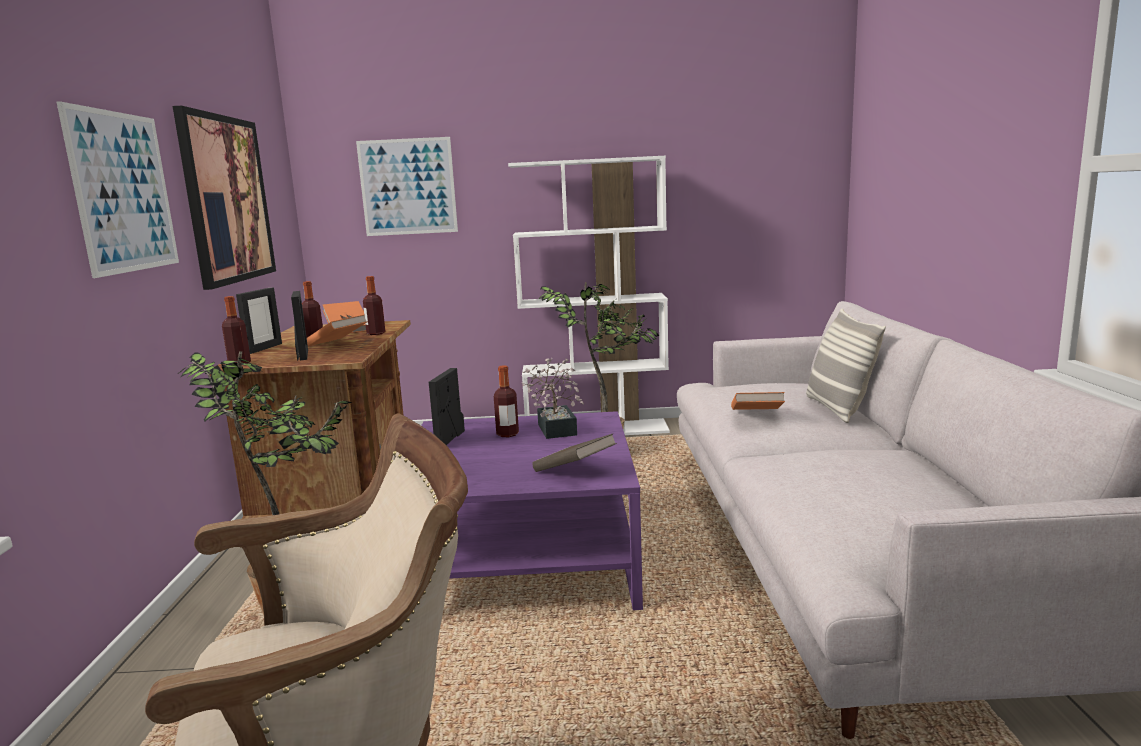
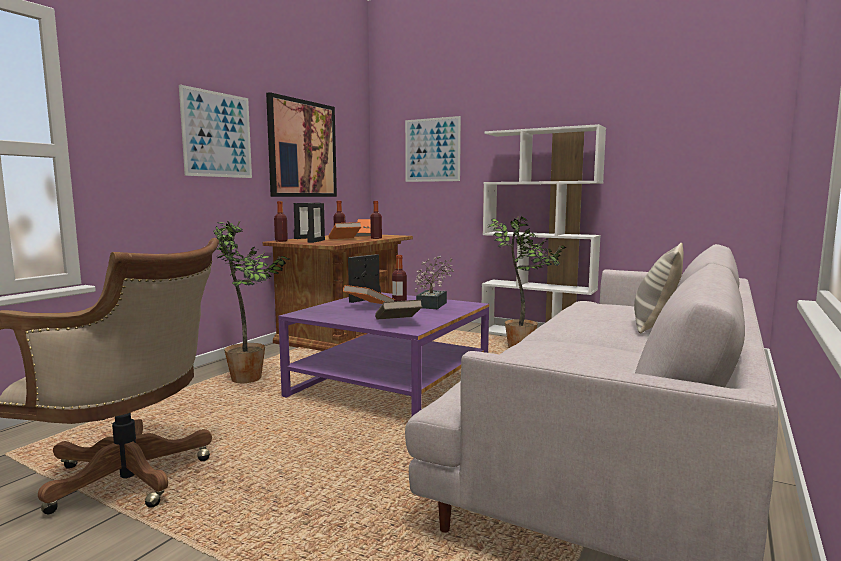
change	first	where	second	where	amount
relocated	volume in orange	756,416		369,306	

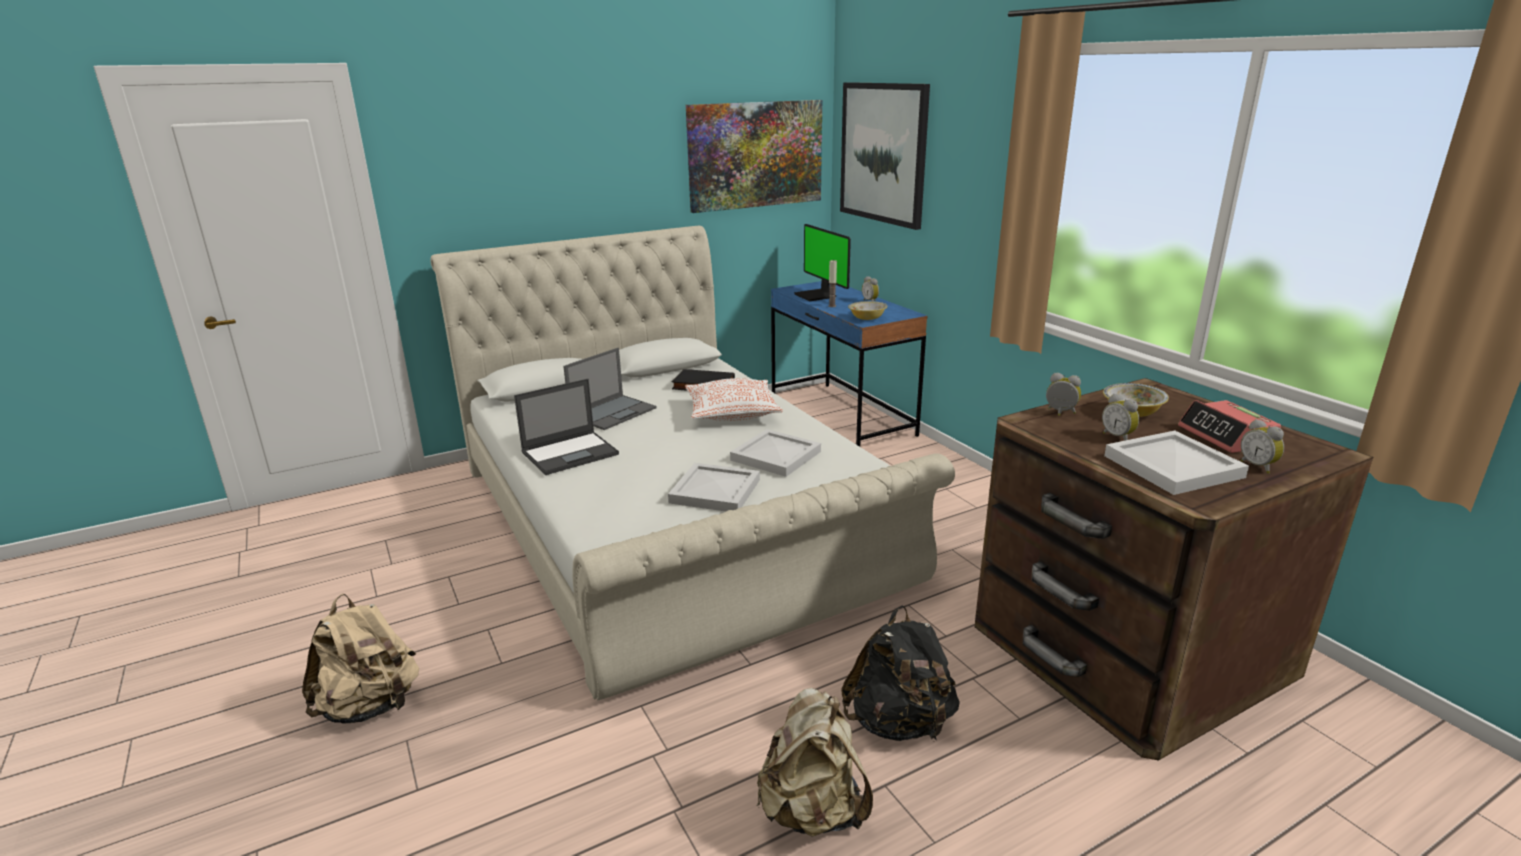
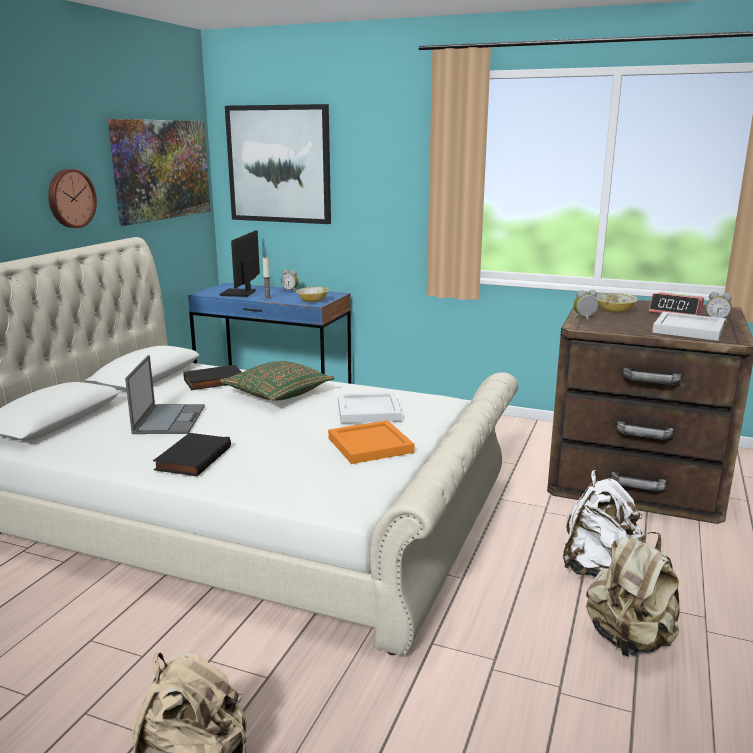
change	first	where	second	where	amount
appeared			hanging clock	70,198	
exchanged	notebook computer	571,453	volume in black	192,458	
colour	cushion in white-coloured	732,413	cushion in greenish	278,393	
spun	computer screen	817,295		239,293	75 degrees clockwise
colour	carrying tray in white-coloured	714,490	carrying tray in orange	368,445	
colour	knapsack in black	898,723	knapsack in white-coloured	596,566	
missing	table clock	1118,437			

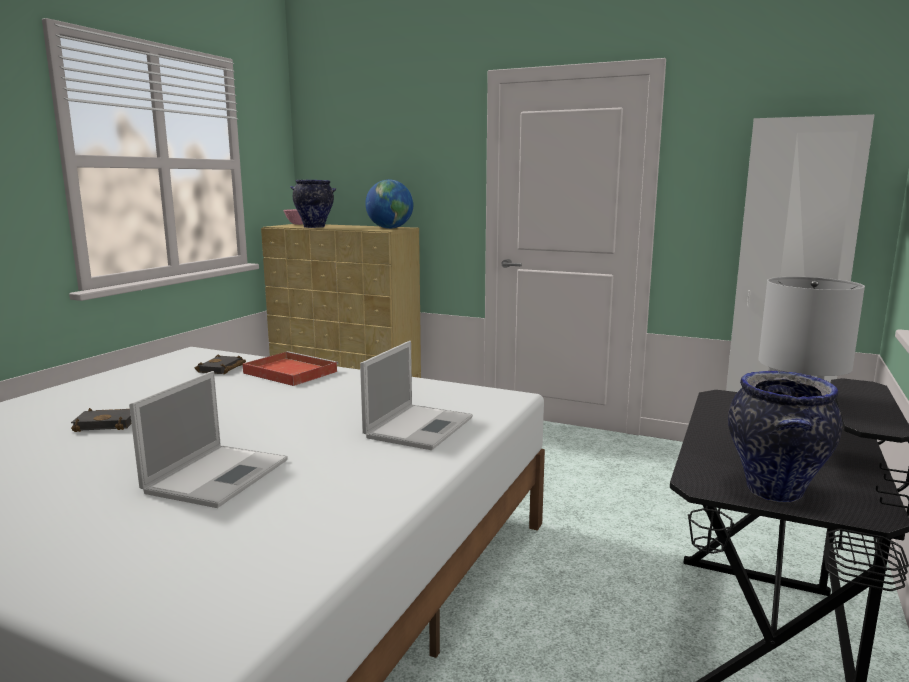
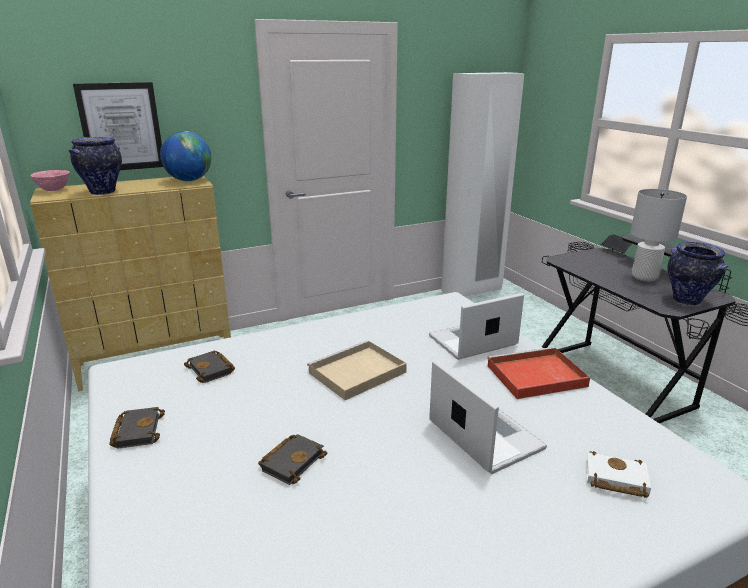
change	first	where	second	where	amount
appeared			wall art	121,127	
appeared			volume in black	137,430	
appeared			carrying tray in sand-coloured	356,373	
spun	notebook computer	420,426		471,341	90 degrees counterclockwise
relocated	carrying tray in reddish	289,372		534,376	
appeared			volume in white-coloured	614,479	

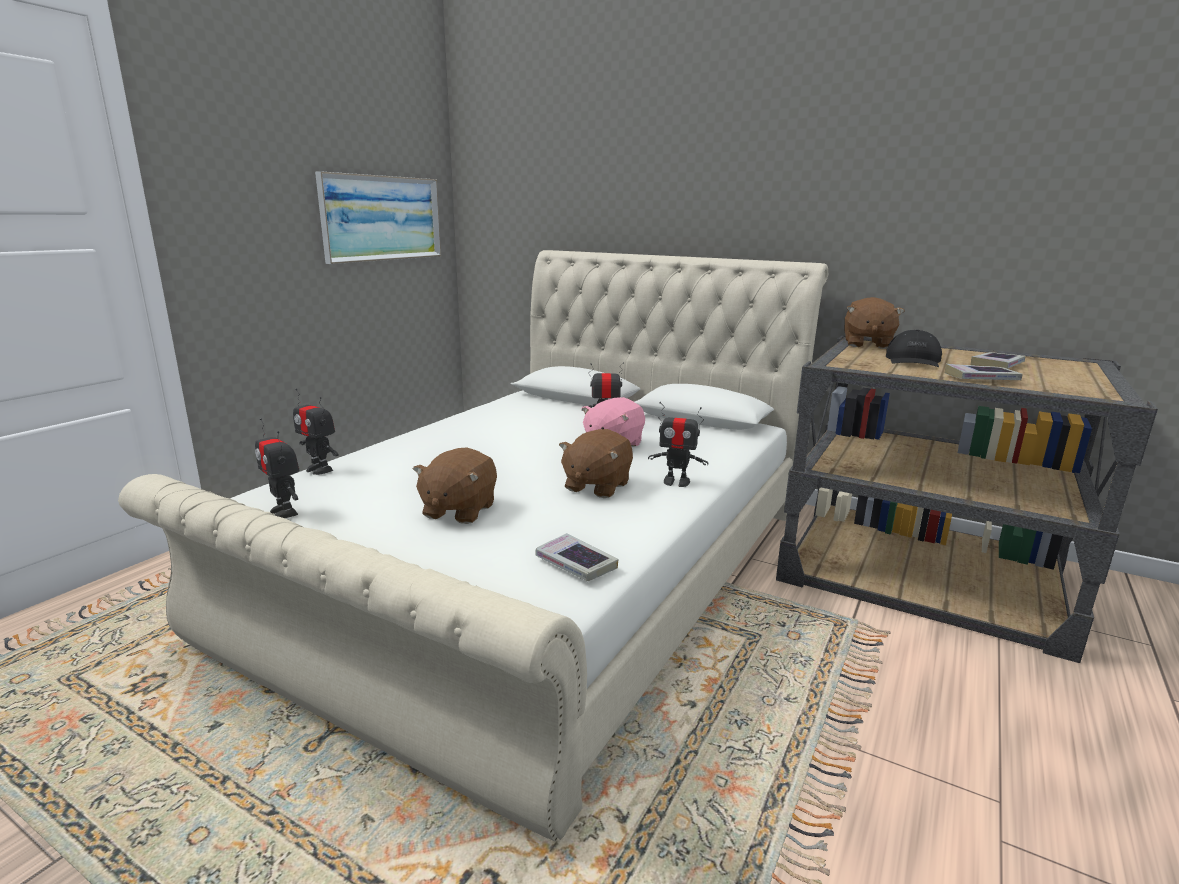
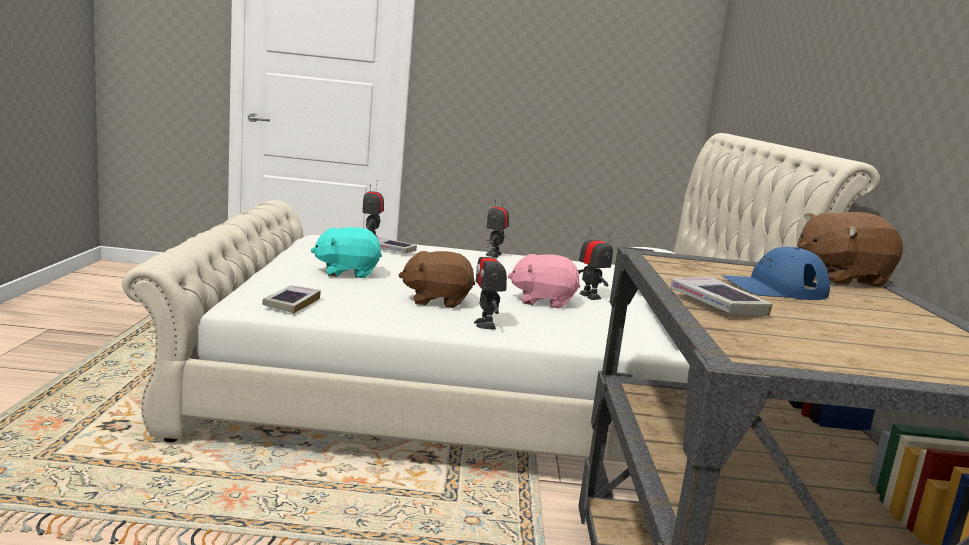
change	first	where	second	where	amount
colour	soft toy in brown	458,510	soft toy in turquoise	347,272	
relocated	volume	997,365		392,249	
relocated	toy robot	284,512		494,255	
colour	cap in black	913,360	cap in blue-coloured	774,288	
missing	wall art	382,218			

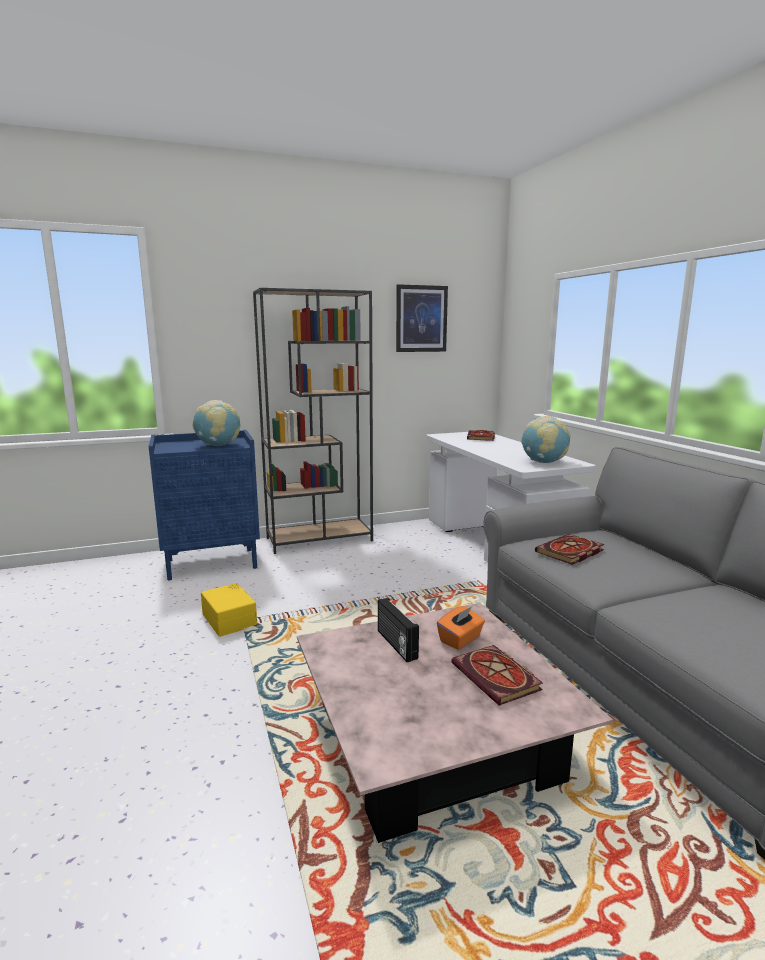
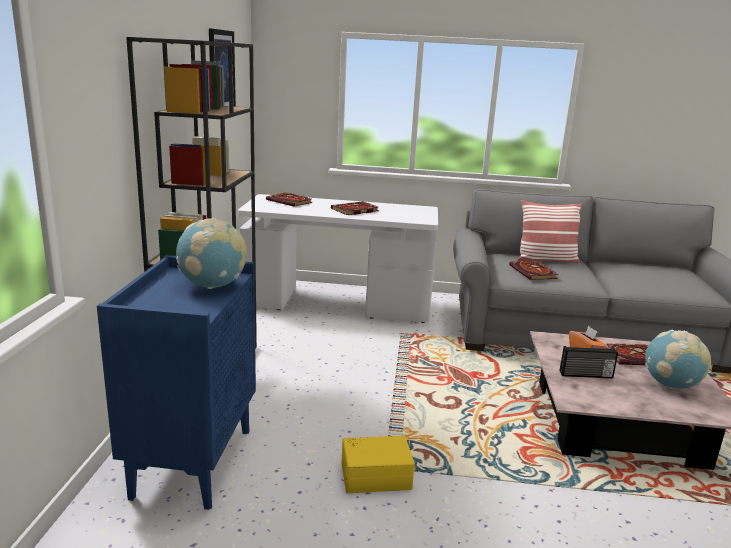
change	first	where	second	where	amount
appeared			volume	354,210	
appeared			cushion	546,259	
relocated	globe	543,462		670,385	

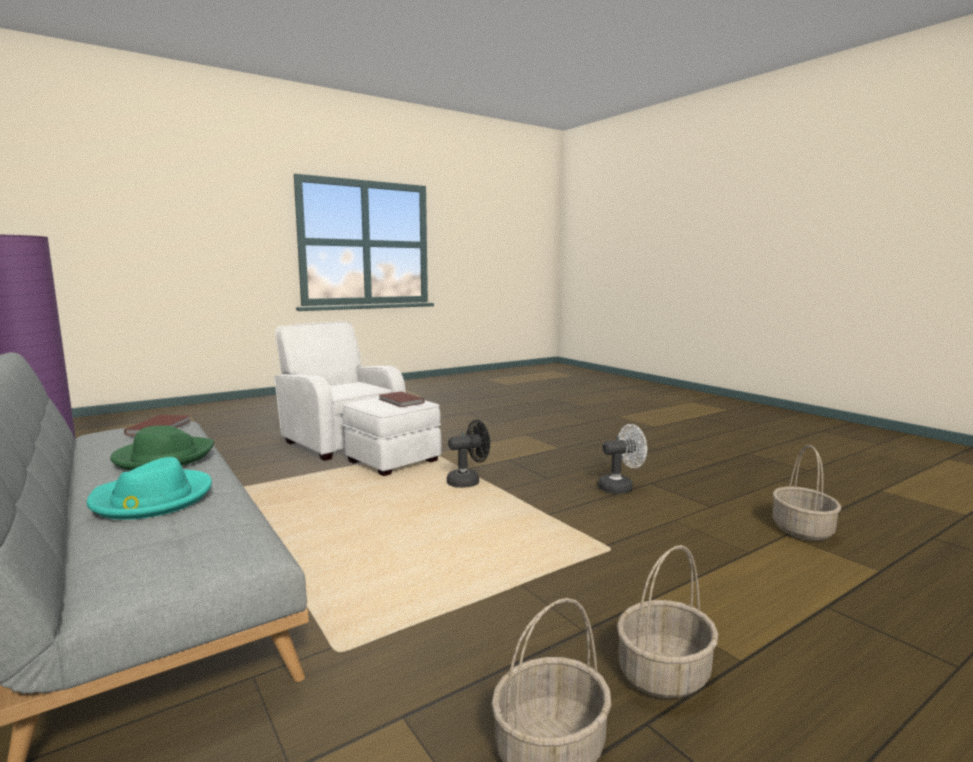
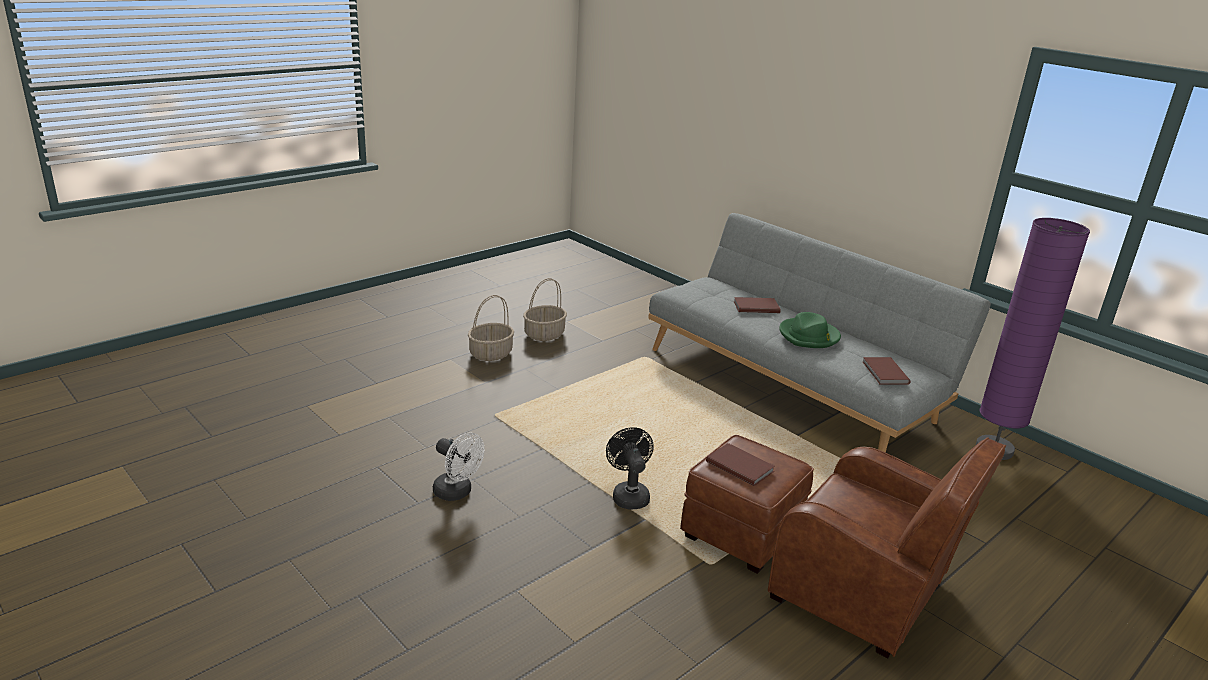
change	first	where	second	where	amount
spun	cooling fan in white-coloured	620,487		457,493	120 degrees counterclockwise
spun	cooling fan in black	468,482		629,495	105 degrees clockwise
colour	easy chair in white-coloured	357,447	easy chair in brown	822,573	
exchanged	clothing hat in turquoise	152,499	volume in brown	755,307	
missing	household basket	801,530			

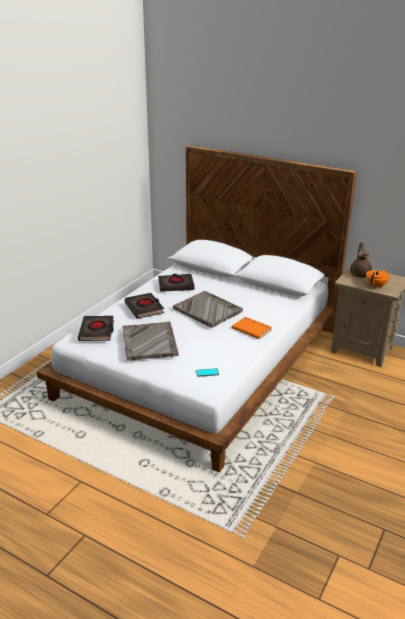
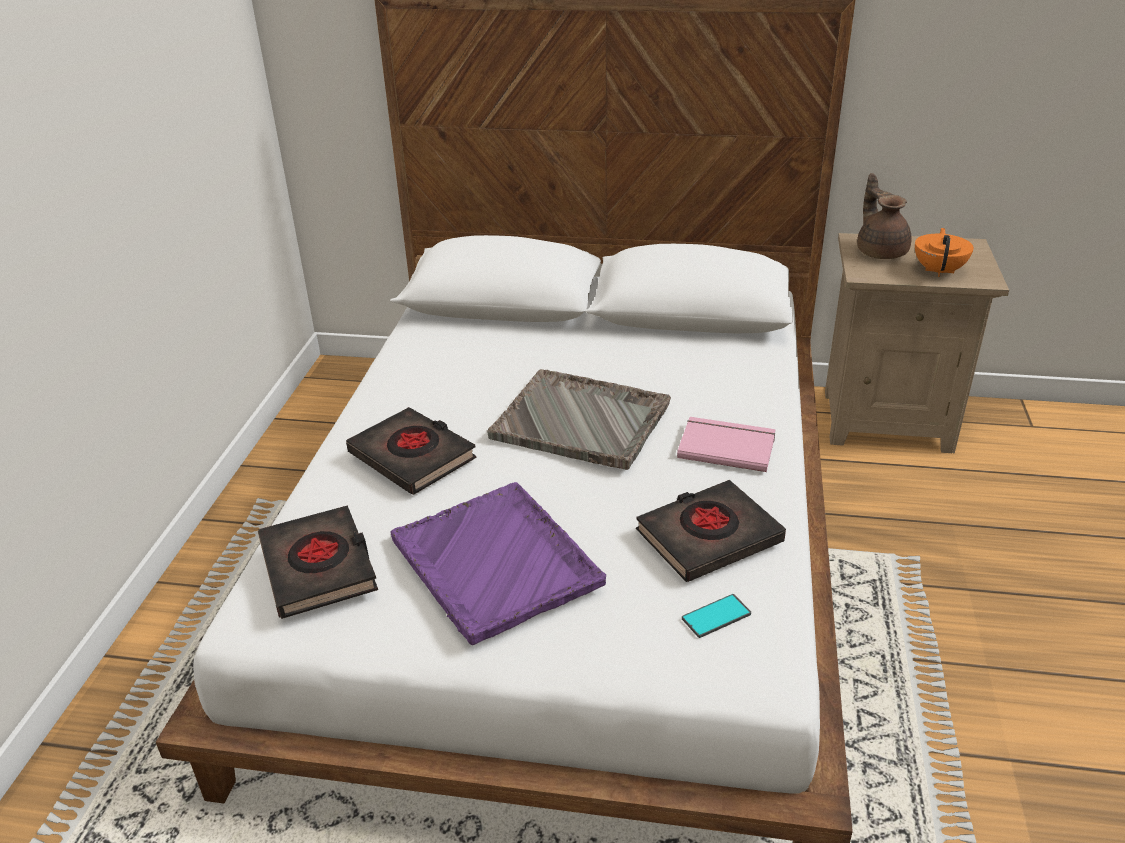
change	first	where	second	where	amount
colour	carrying tray in grey	149,342	carrying tray in purple	496,563	
relocated	volume in black	176,285		708,537	
colour	volume in orange	252,328	volume in pink-coloured	726,445	

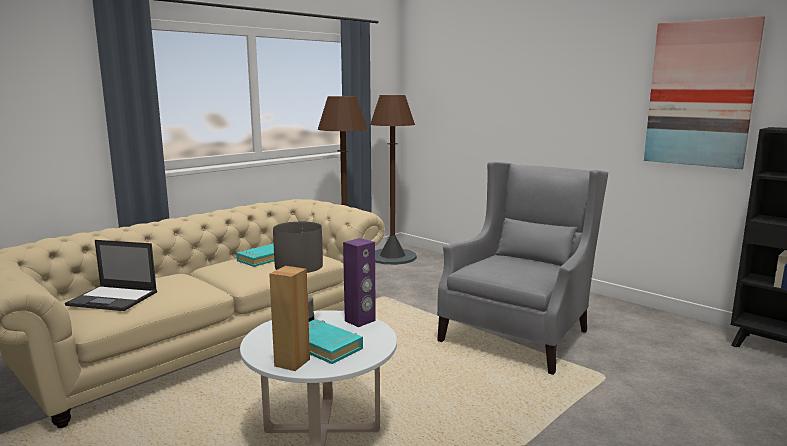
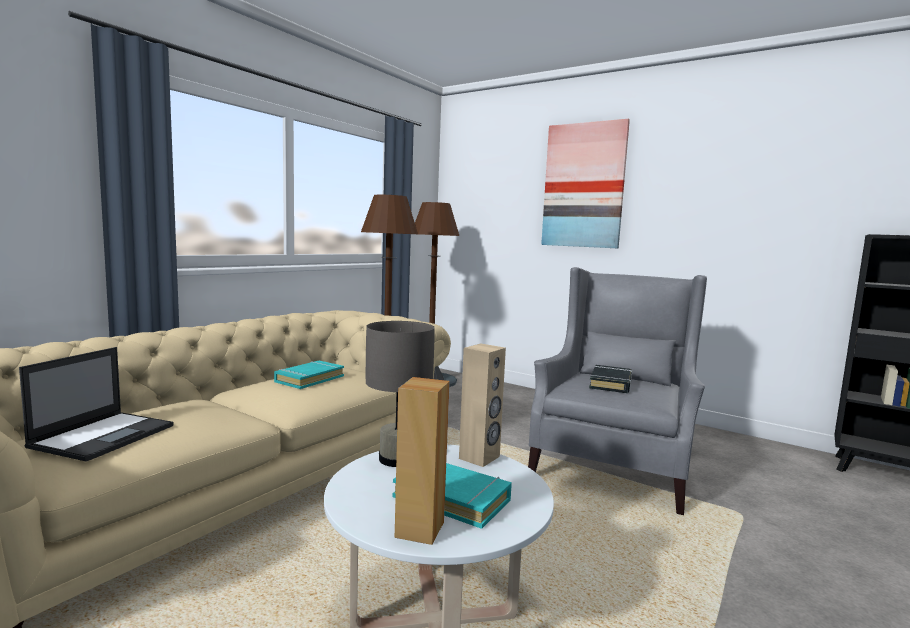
change	first	where	second	where	amount
spun	notebook computer	113,298		105,435	75 degrees counterclockwise
colour	speaker in purple	360,321	speaker in sand-coloured	480,457	
relocated	wall art	700,94		584,186	
appeared			volume in black	611,383	

